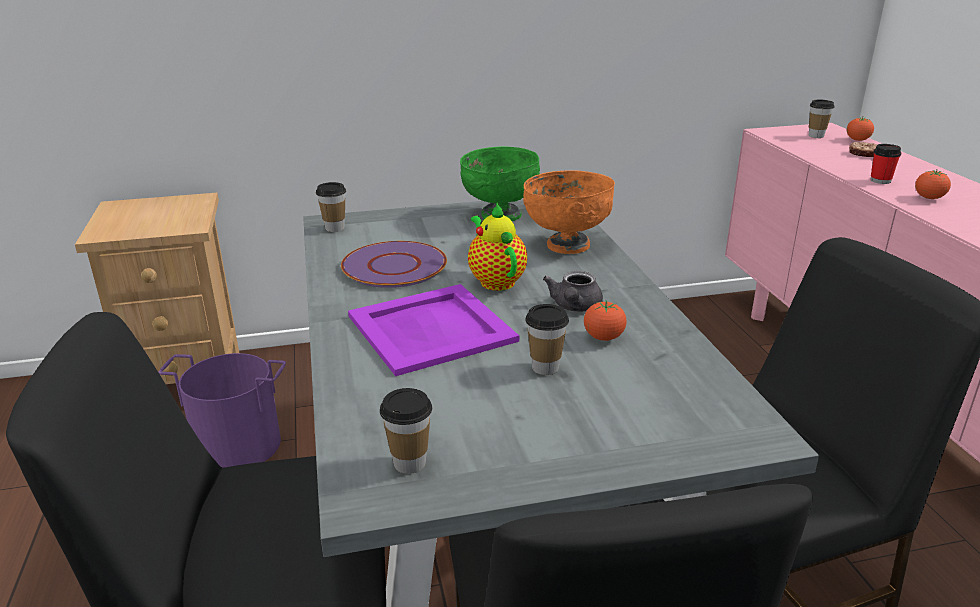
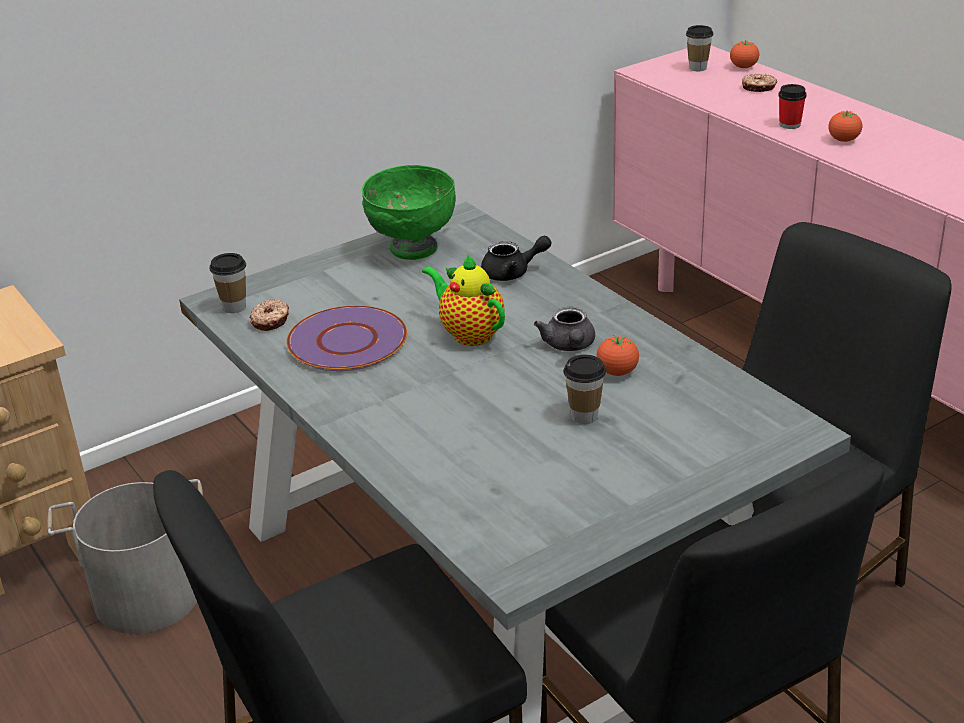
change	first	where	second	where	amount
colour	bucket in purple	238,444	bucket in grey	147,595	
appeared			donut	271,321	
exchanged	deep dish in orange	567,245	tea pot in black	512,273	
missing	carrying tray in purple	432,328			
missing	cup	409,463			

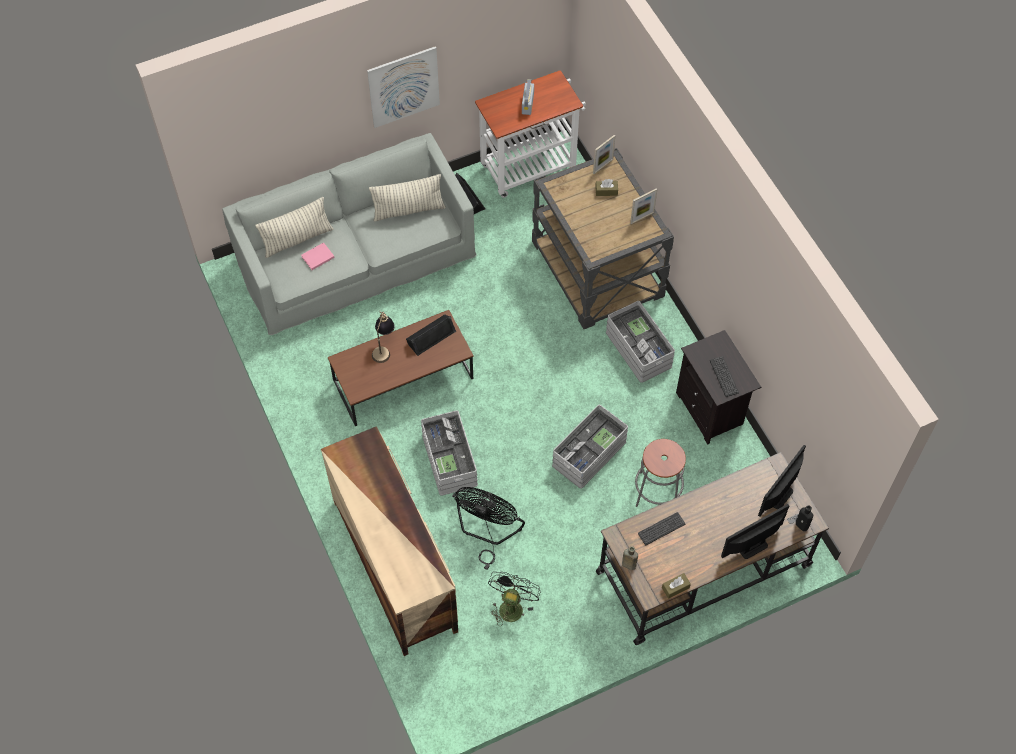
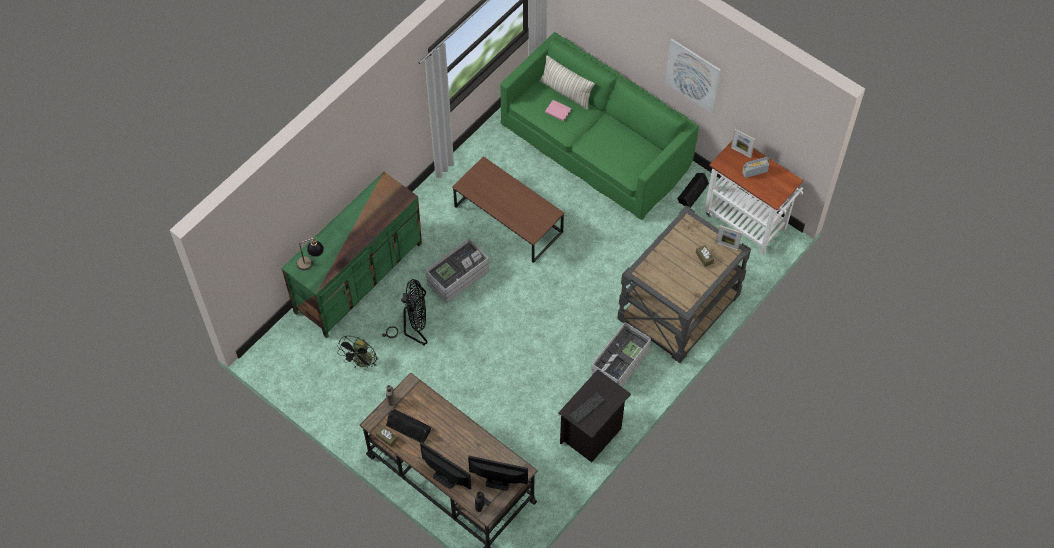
change	first	where	second	where	amount
colour	cabinet in sand-coloured	395,563	cabinet in greenish	360,278	
relocated	table lamp	384,348		311,263	
spun	cooling fan in black	511,605		361,363	120 degrees clockwise
relocated	speaker in black	430,336		409,427	
colour	sofa in grey	355,257	sofa in greenish	595,145	
relocated	photo frame	642,218		741,152	
missing	cushion	408,210			
missing	storage container in grey	589,454			
missing	stool in grey	657,491			
missing	computer keyboard	661,529			

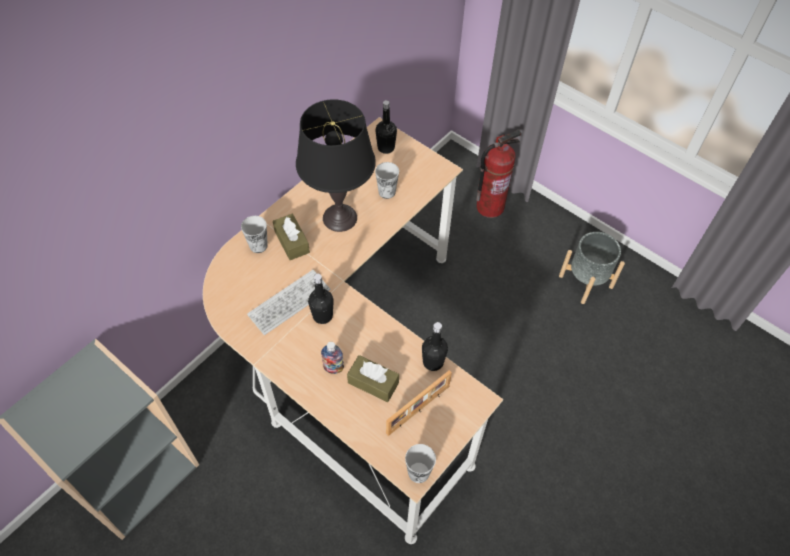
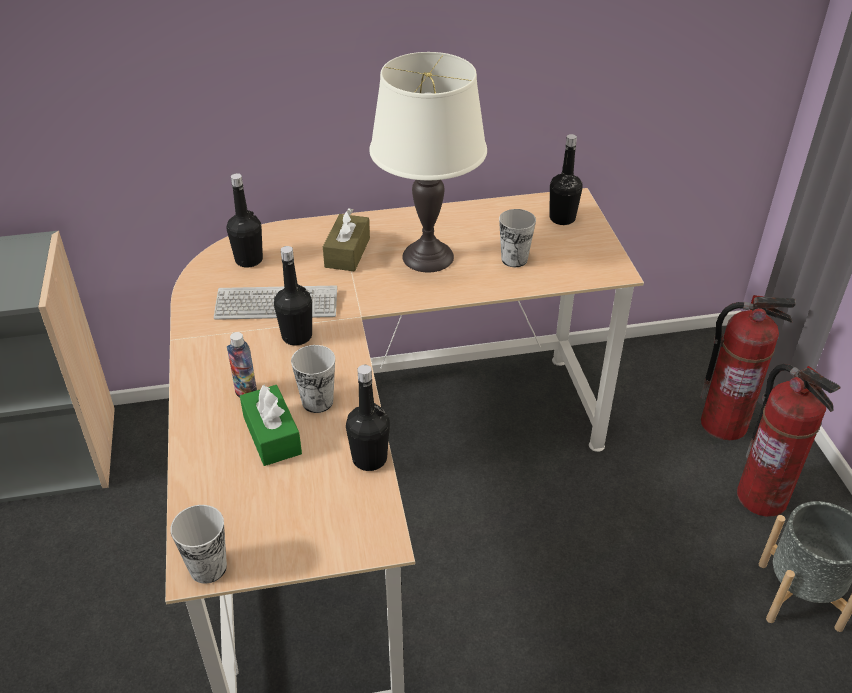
change	first	where	second	where	amount
appeared			bottle in black	249,260	
colour	tissue box in brown	373,383	tissue box in greenish	272,435	
relocated	cup	258,245		317,402	
colour	table lamp in black	339,217	table lamp in white-coloured	428,256	
appeared			extinguisher	761,497	
missing	photo frame	419,410			

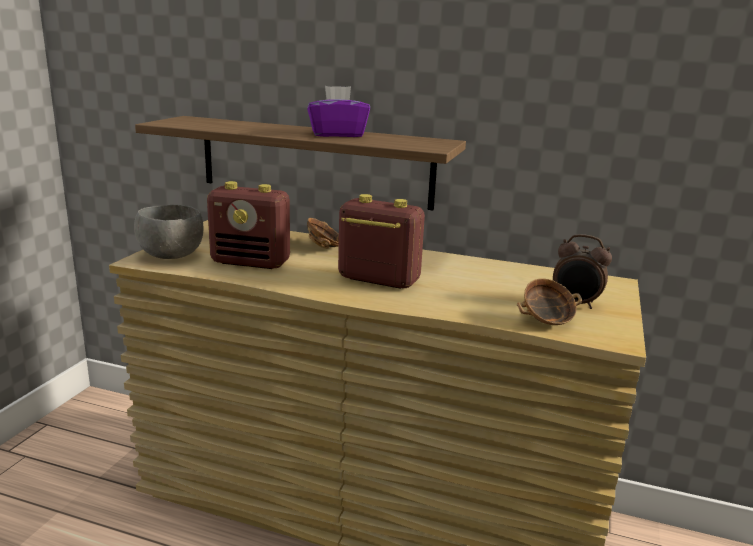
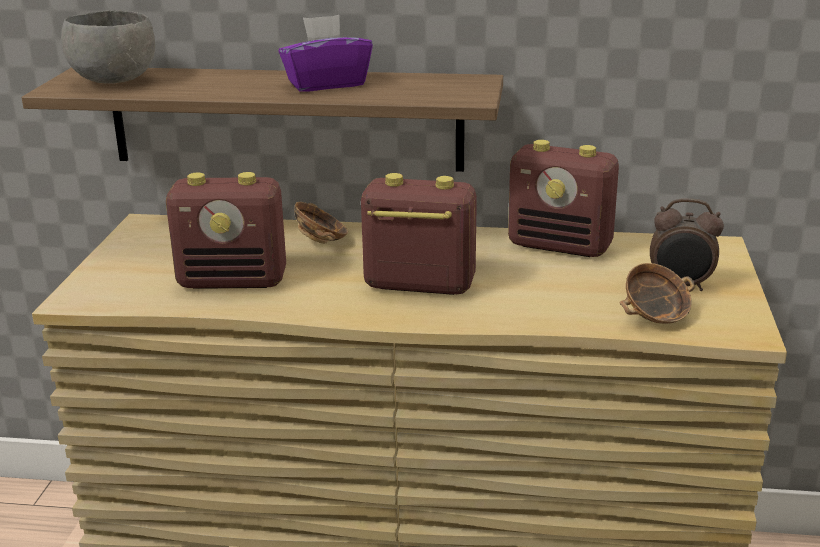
change	first	where	second	where	amount
relocated	deep dish in grey	171,256		114,81	
appeared			radio set	561,246	

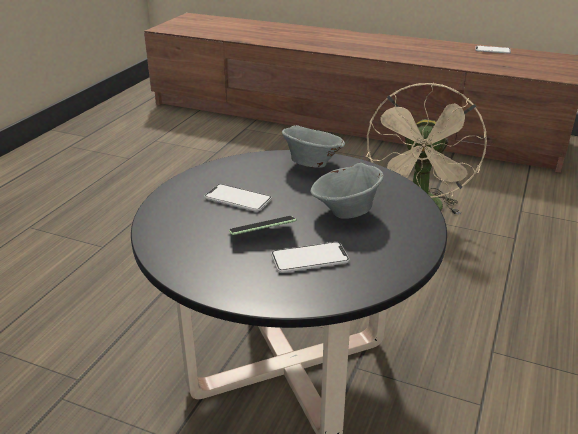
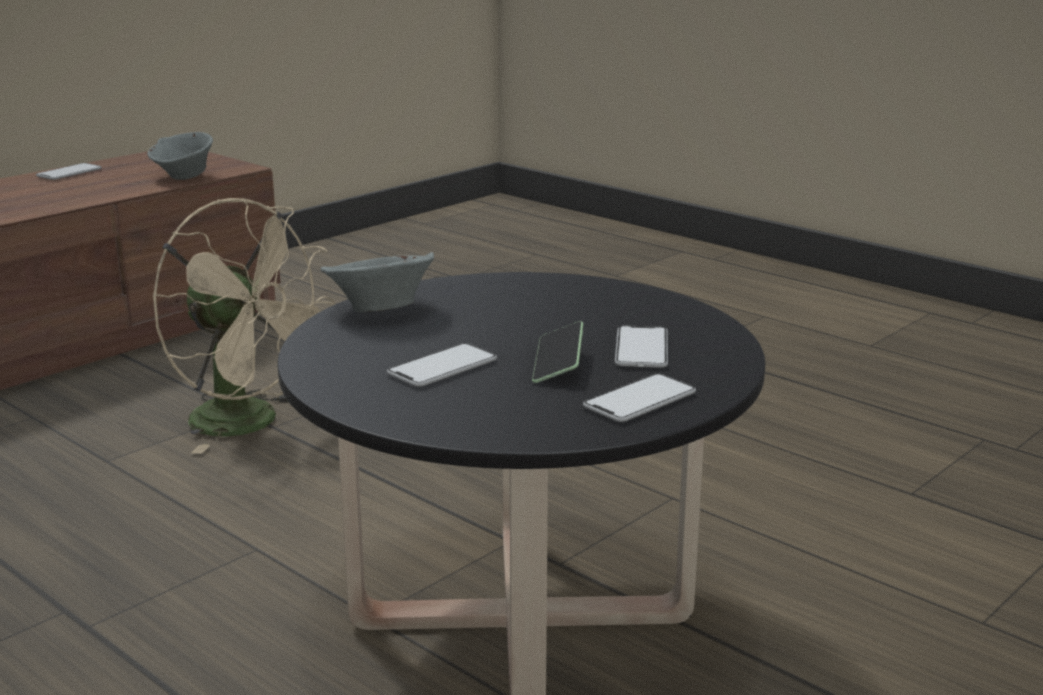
change	first	where	second	where	amount
relocated	deep dish in grey	346,212		184,177	
appeared			telephone	640,400	

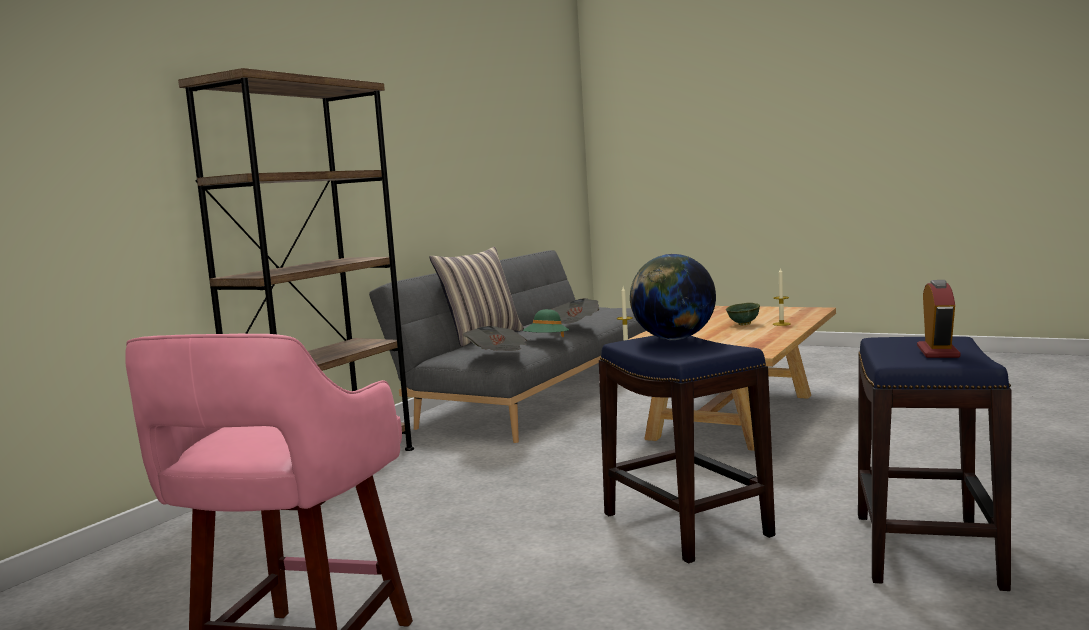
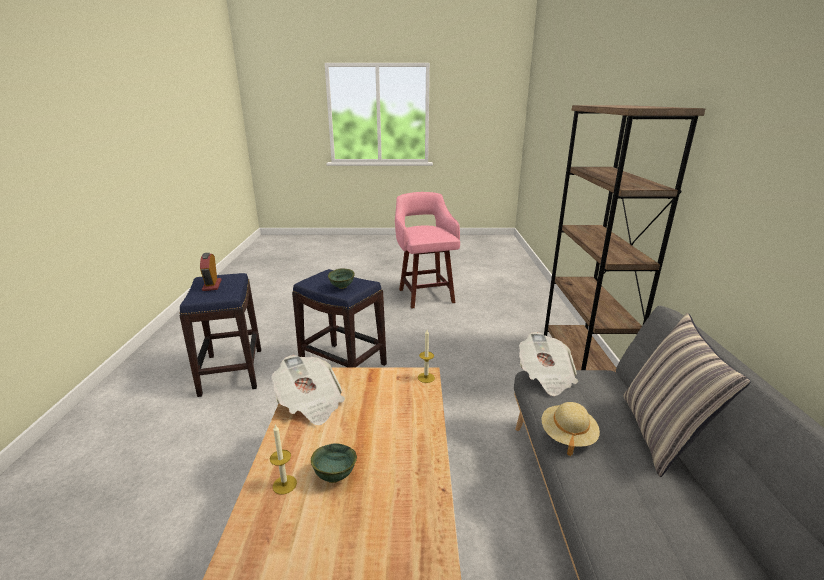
change	first	where	second	where	amount
relocated	printed paper	573,327		310,404	
exchanged	globe	674,339	deep dish in greenish	342,287	
colour	clothing hat in greenish	547,341	clothing hat in sand-coloured	567,436	

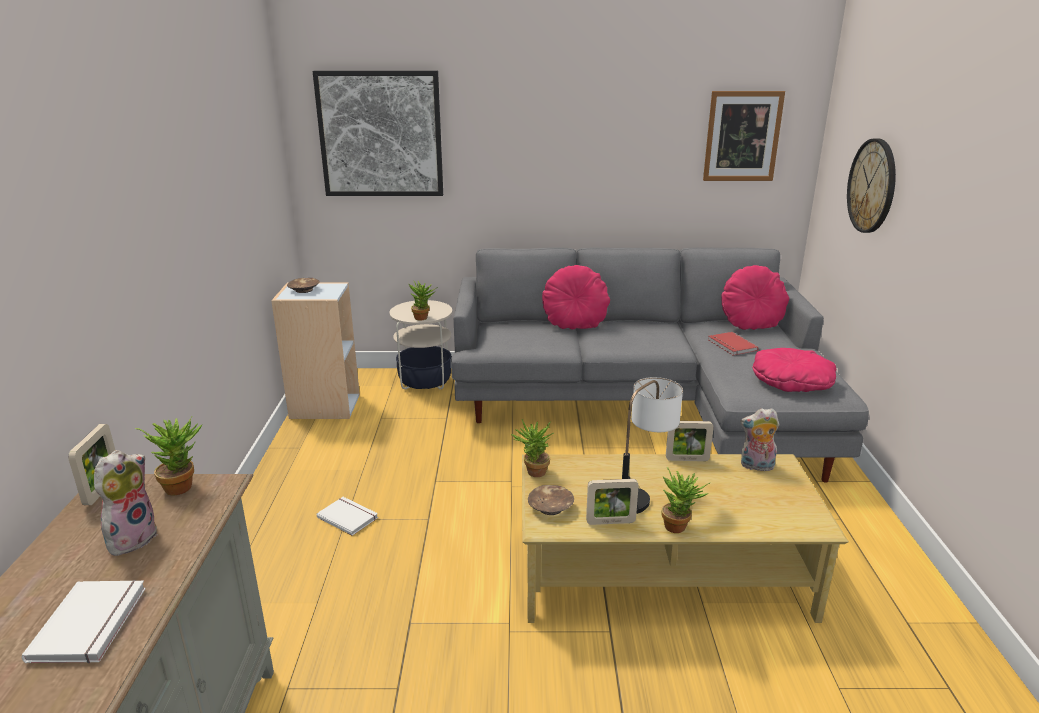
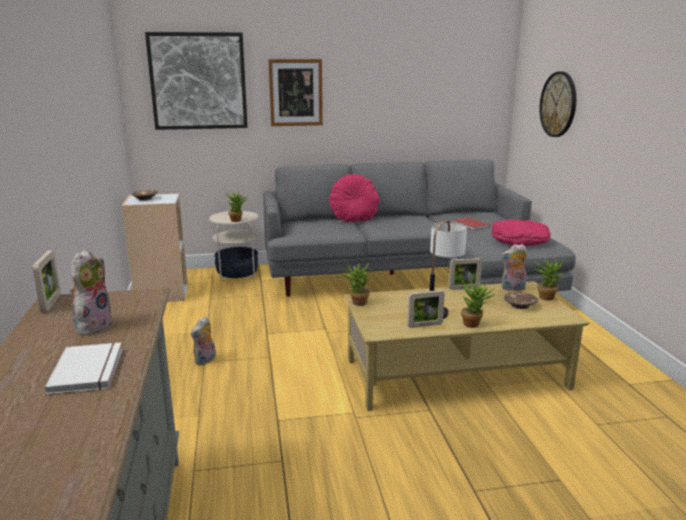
change	first	where	second	where	amount
exchanged	volume in white-coloured	348,517	soft toy	205,360	
relocated	wall art	742,136		296,92	
relocated	deep dish in brown	551,507		520,305	
relocated	houseplant	182,485		545,296	
missing	cushion in pink-coloured	750,326			

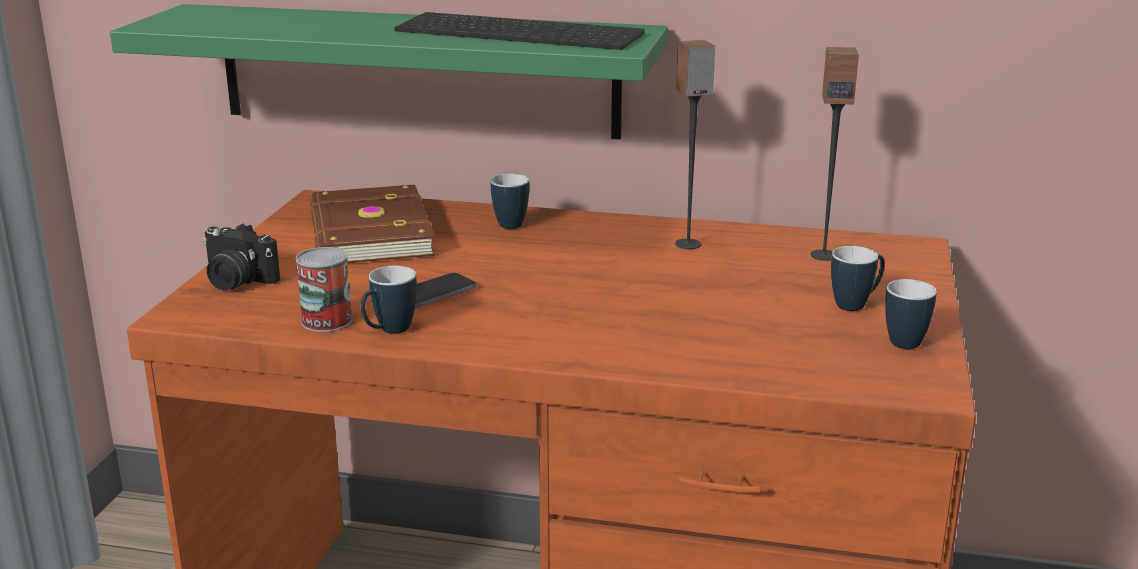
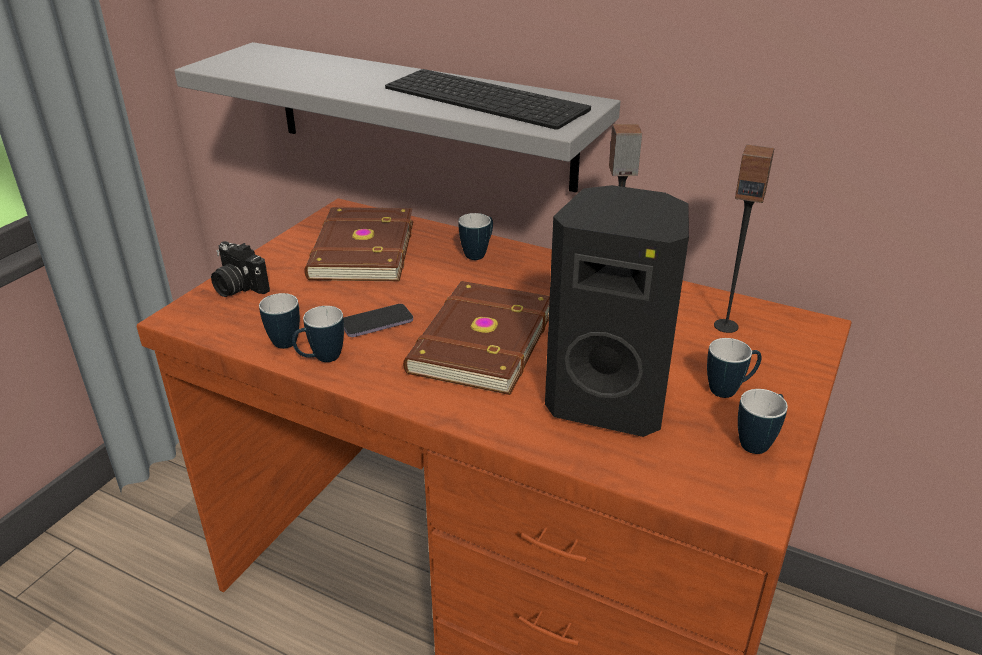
change	first	where	second	where	amount
colour	shelf in greenish	417,70	shelf in grey	420,115	
exchanged	can	327,321	mug	281,340	
appeared			volume in brown	479,341	
appeared			speaker in black	609,401	

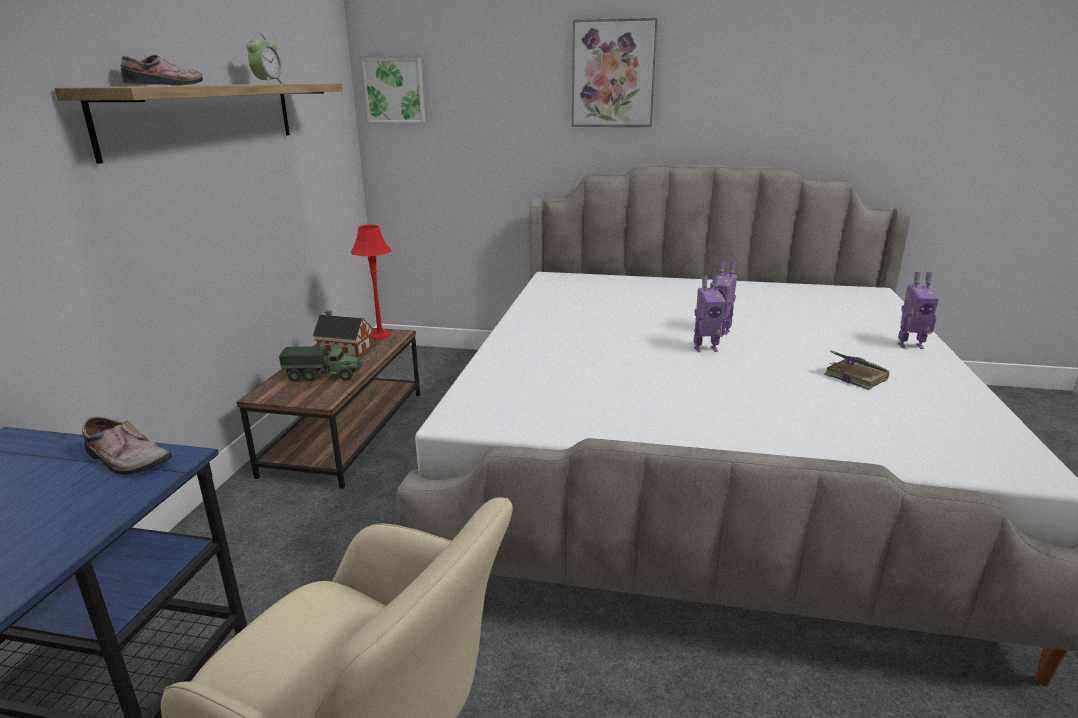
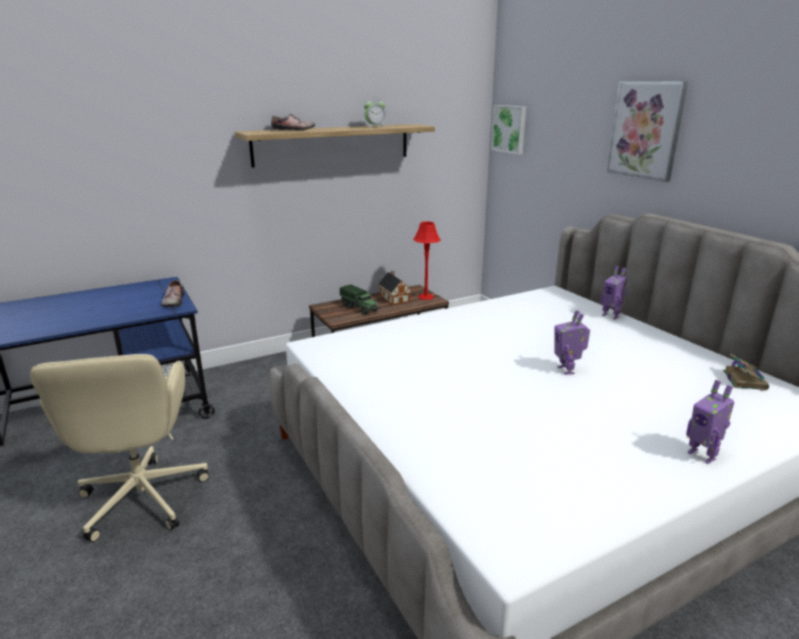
change	first	where	second	where	amount
relocated	toy robot	705,349		610,316	
relocated	volume	854,376		744,380	

